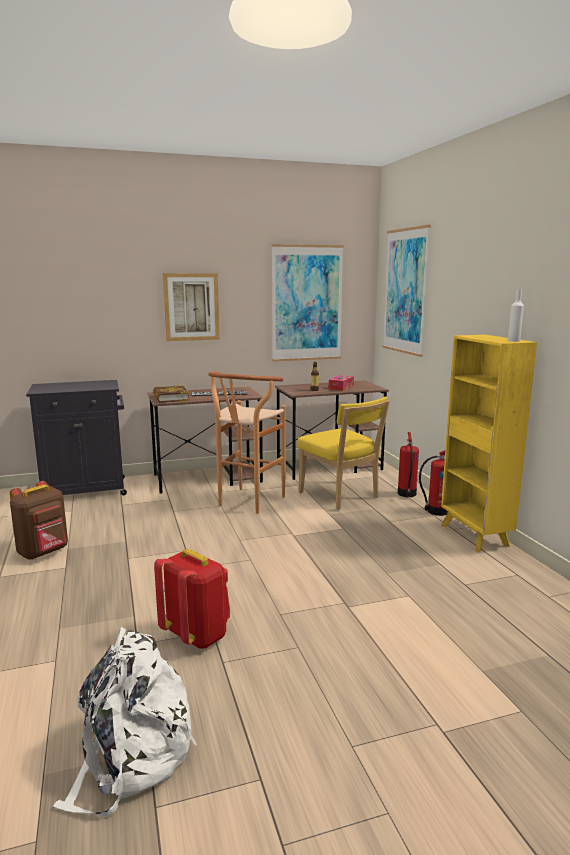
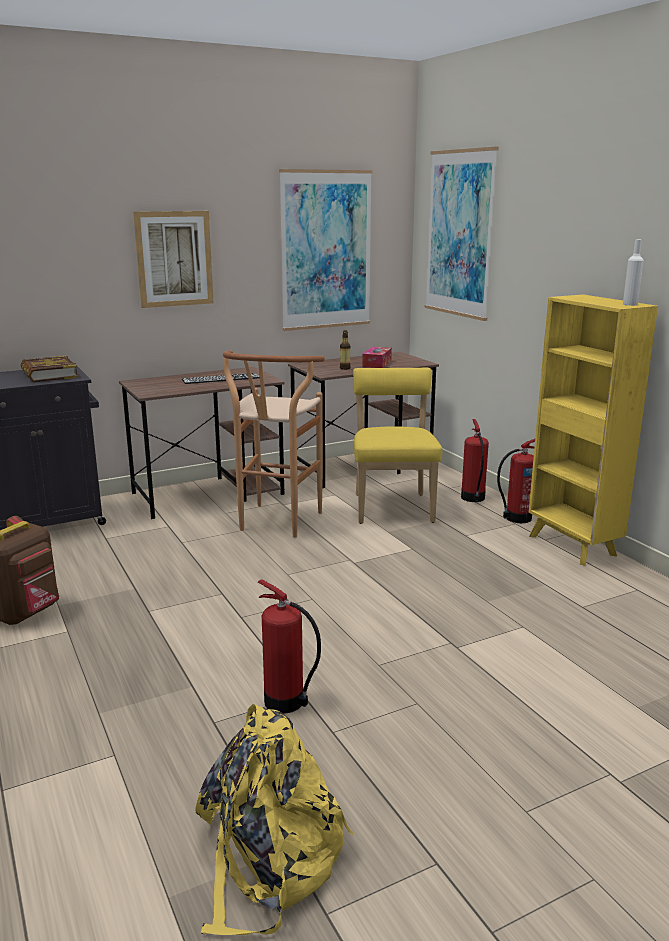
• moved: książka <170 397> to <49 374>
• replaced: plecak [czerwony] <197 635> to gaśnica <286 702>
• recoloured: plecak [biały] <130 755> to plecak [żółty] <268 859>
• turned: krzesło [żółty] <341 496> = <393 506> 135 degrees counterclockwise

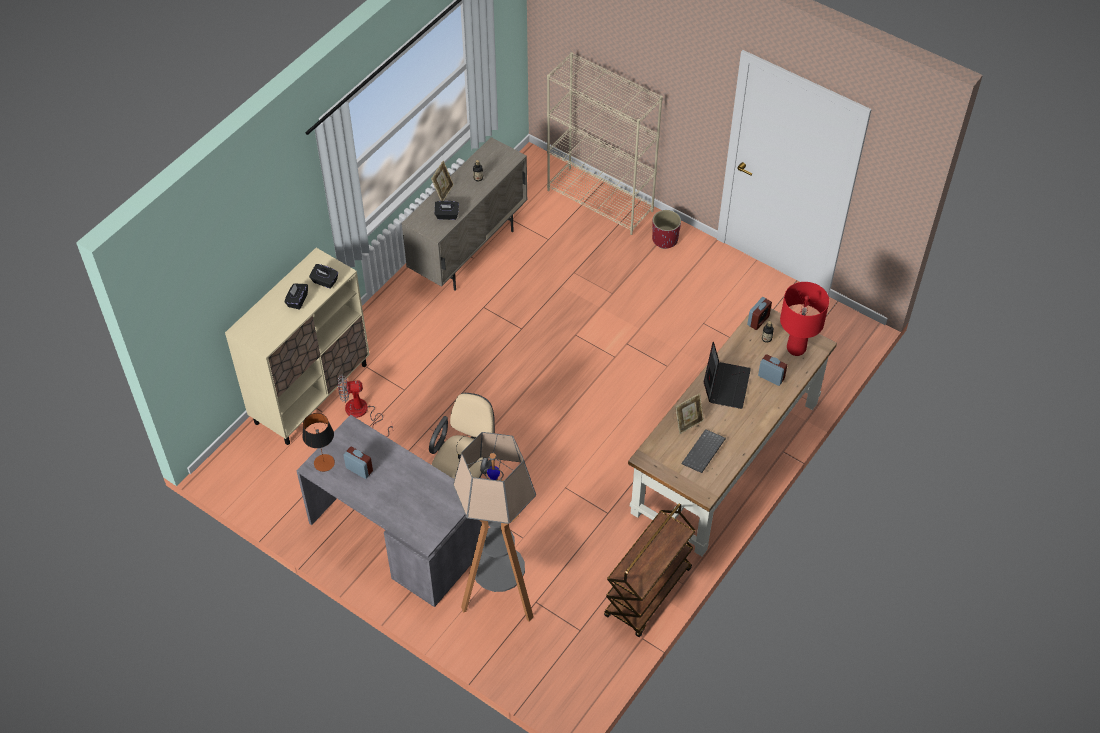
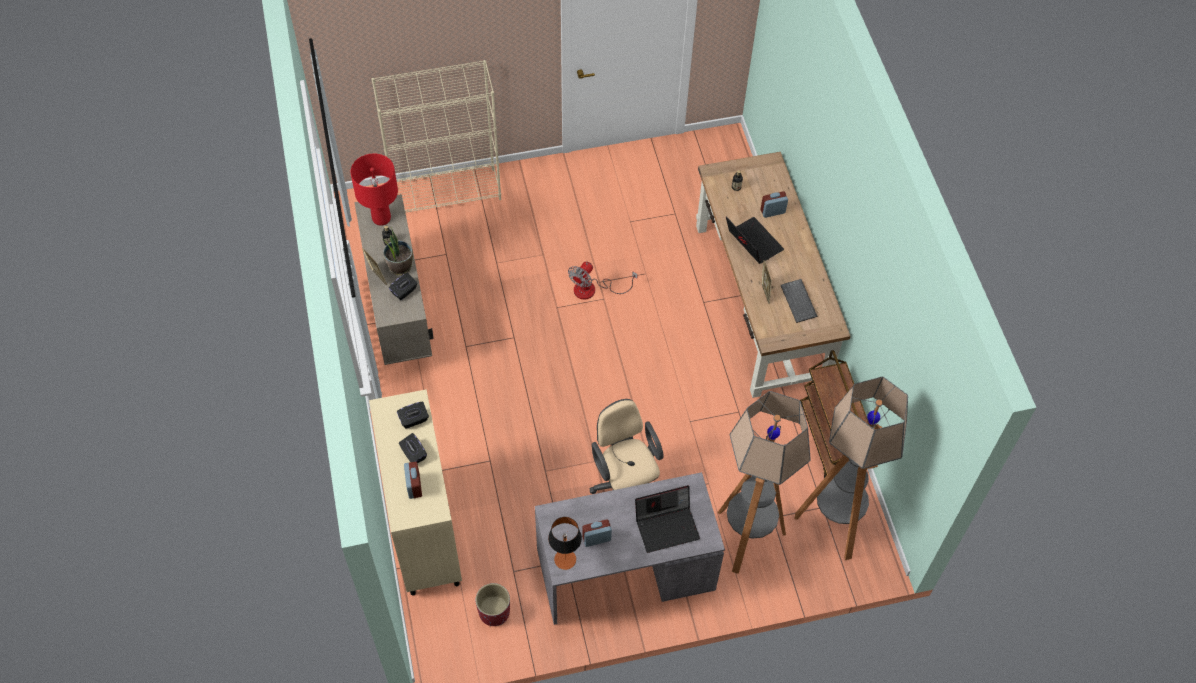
• added: roślina doniczkowa <400 266>
• added: laptop <667 526>
• added: lampa stojąca <833 524>
• moved: wentylator <362 413> to <593 289>
• moved: donica [czerwony] <664 239> to <494 612>
• moved: budzik <758 321> to <414 486>
• moved: lampa stołowa [czerwony] <795 348> to <381 218>

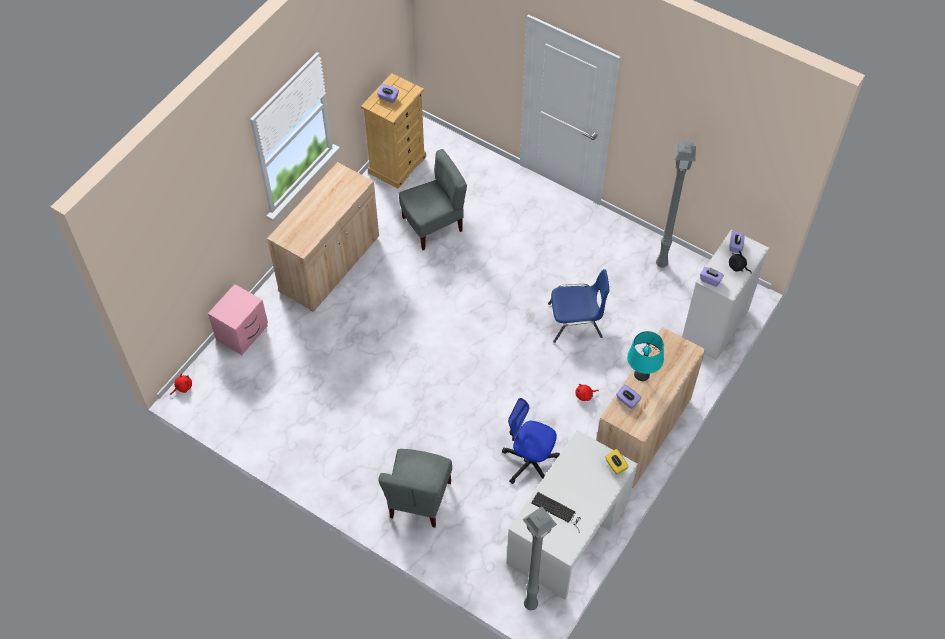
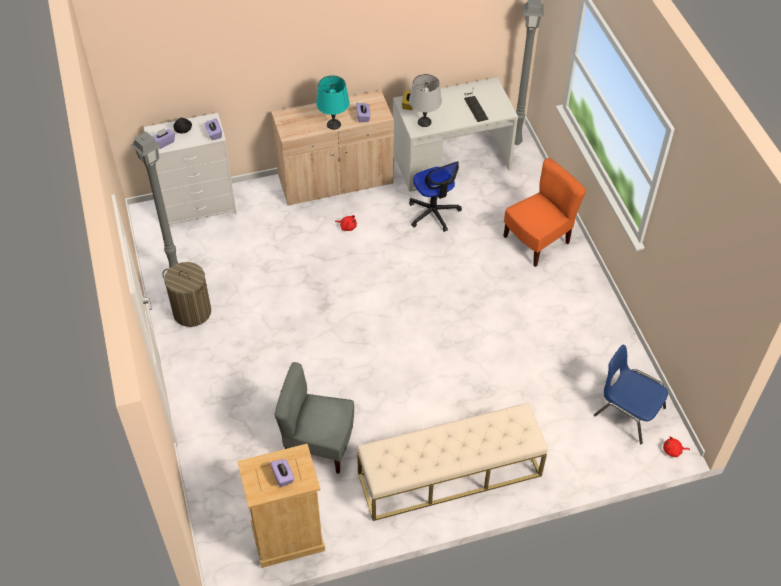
• removed: szafka nocna [różowy] <243 333>
• added: kosz na pranie <192 312>
• added: lampa stołowa [szary] <424 122>
• moved: krzesło [niebieski] <576 321> to <628 411>
• replaced: szafka [beżowy] <330 264> to ławka [beżowy] <449 474>
• recoloured: krzesło [szary] <419 500> to krzesło [pomarańczowy] <537 241>

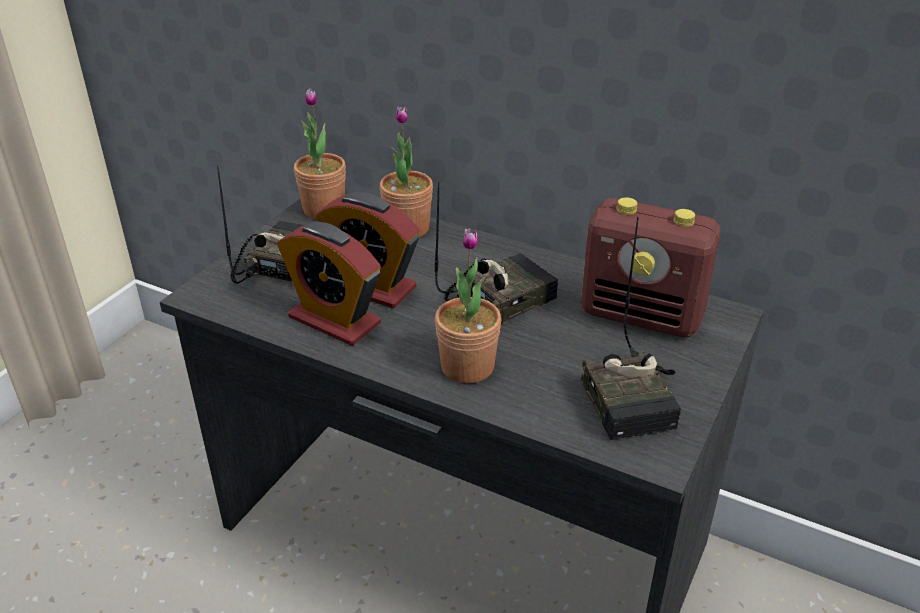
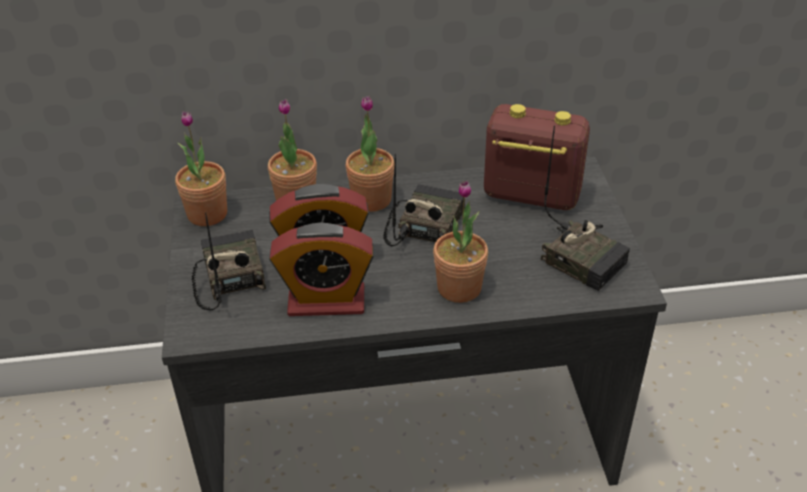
• added: roślina doniczkowa <371 200>
• turned: radio <642 316> = <530 195> 150 degrees counterclockwise

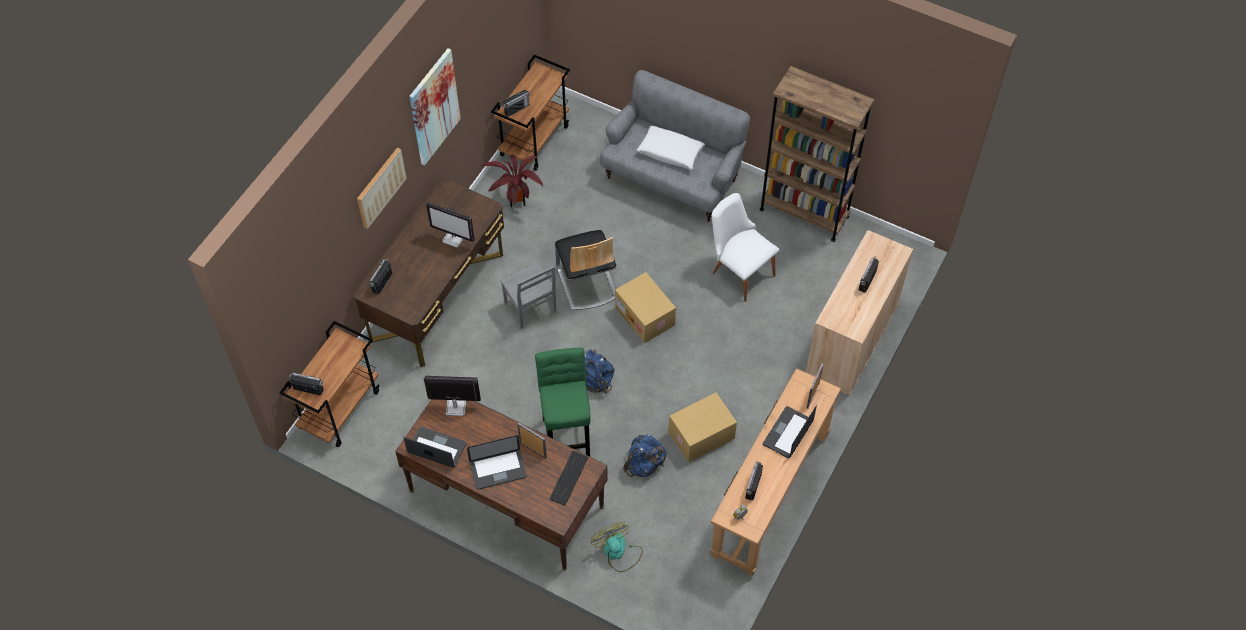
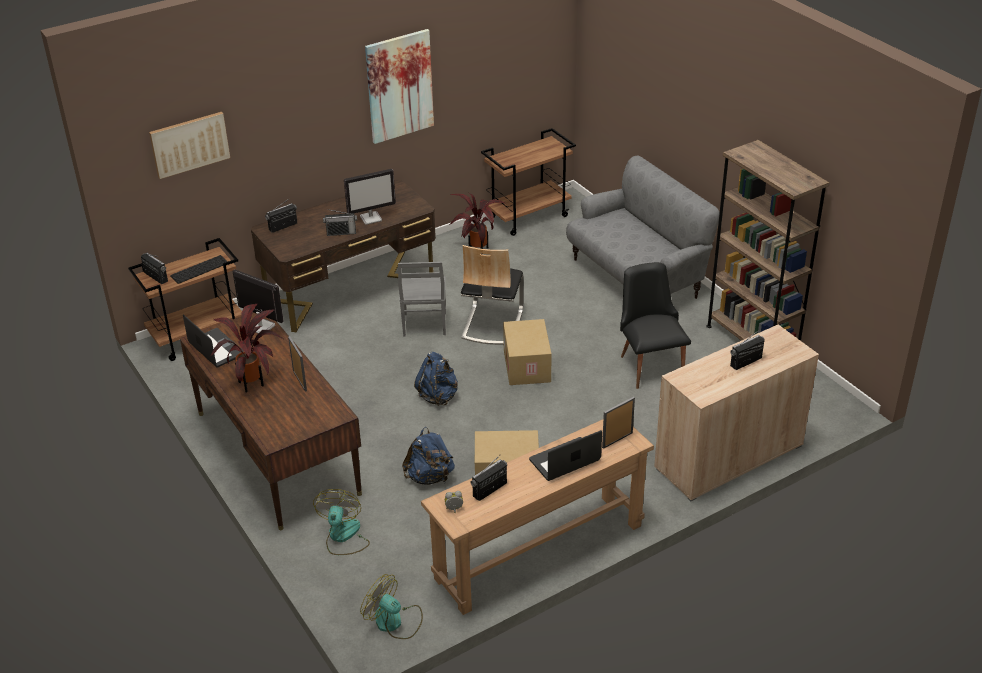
• removed: stołek [zielony] <567 436>
• removed: poduszka [biały] <670 152>
• added: wentylator <394 622>
• moved: obraz <380 187> to <189 144>
• moved: radio <516 109> to <341 233>
• moved: klawiatura <568 477> to <199 269>
• replaced: laptop <498 470> to roślina doniczkowa <254 384>
• recoloured: krzesło [biały] <739 270> to krzesło [czarny] <649 363>
• turned: monitor <454 238> = <371 218> 75 degrees counterclockwise

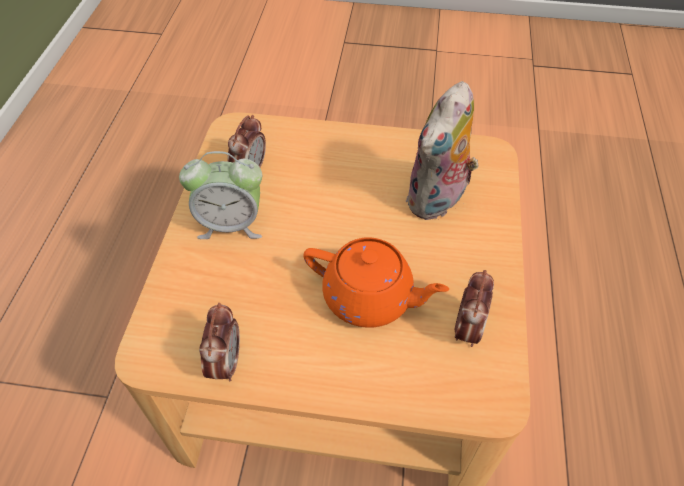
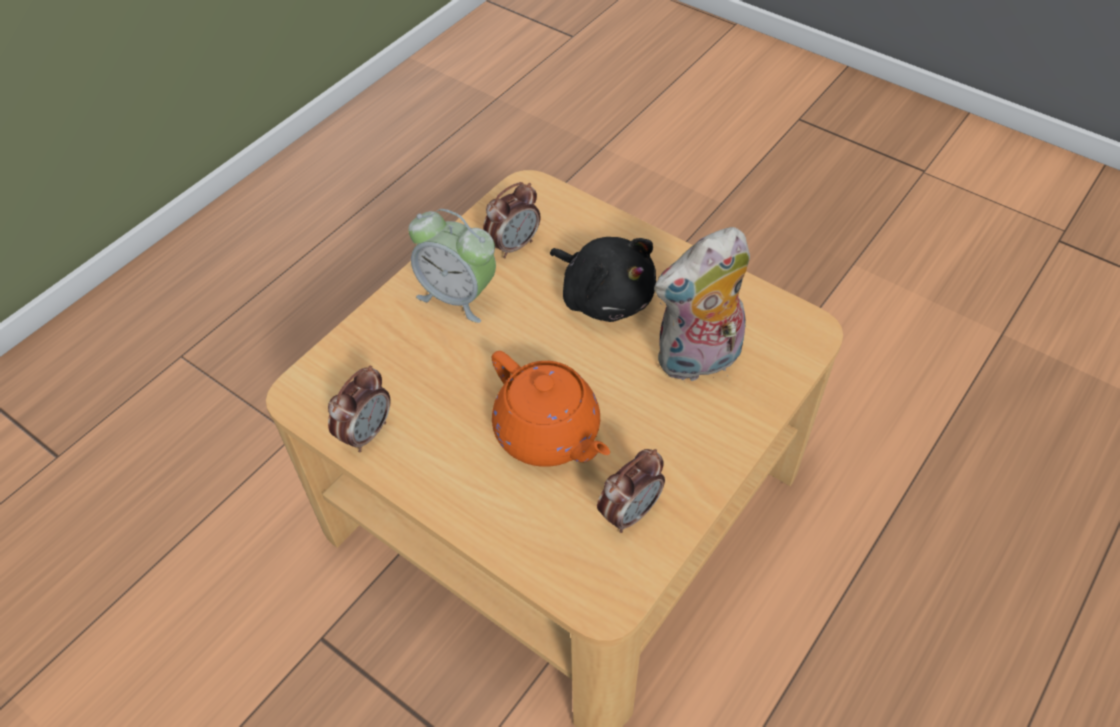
• added: pluszak [czarny] <605 296>

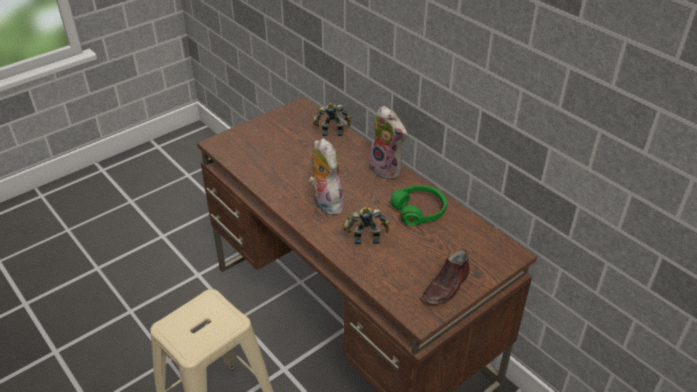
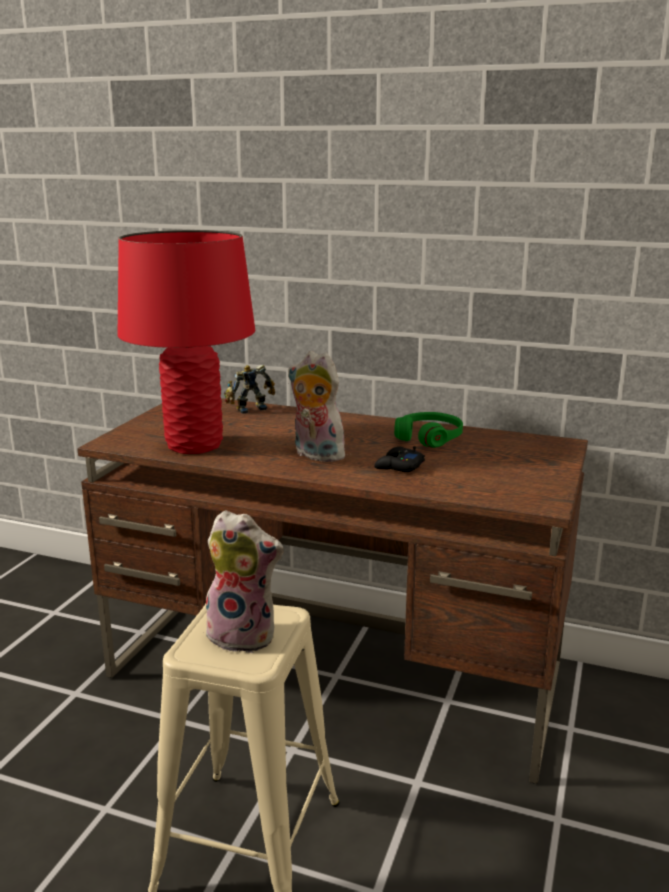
• removed: but [brązowy] <447 286>
• added: lampa stołowa [czerwony] <194 445>
• moved: pluszak <387 169> to <245 635>
• replaced: robot zabawkowy <366 237> to pad do gier [czarny] <398 466>

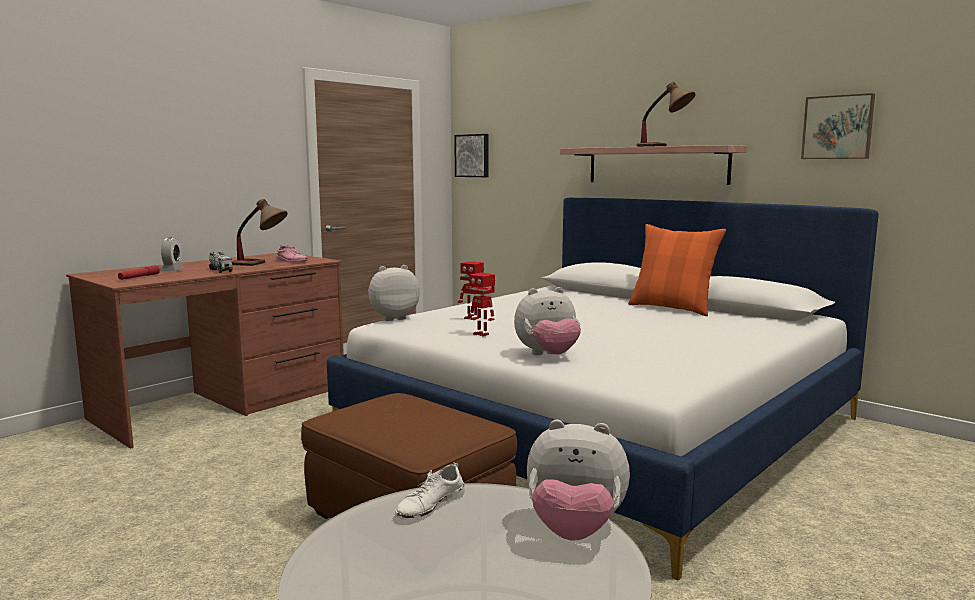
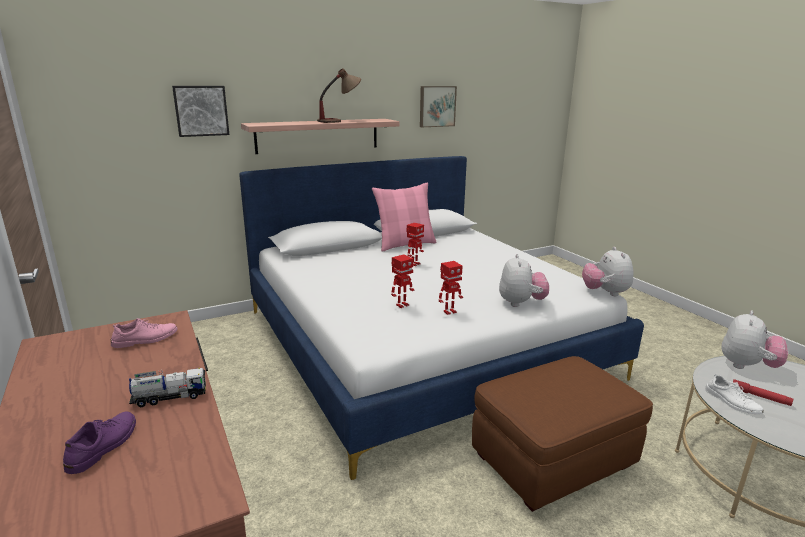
• removed: lampa stołowa <262 264>
• added: robot zabawkowy <414 264>
• moved: latarka [czerwony] <139 277> to <760 397>
• moved: pluszak <392 318> to <605 293>
• moved: obraz <473 155> to <201 111>
• replaced: budzik <173 270> to but [fioletowy] <103 446>
• recoloured: poduszka [pomarańczowy] <672 308> to poduszka [różowy] <405 244>

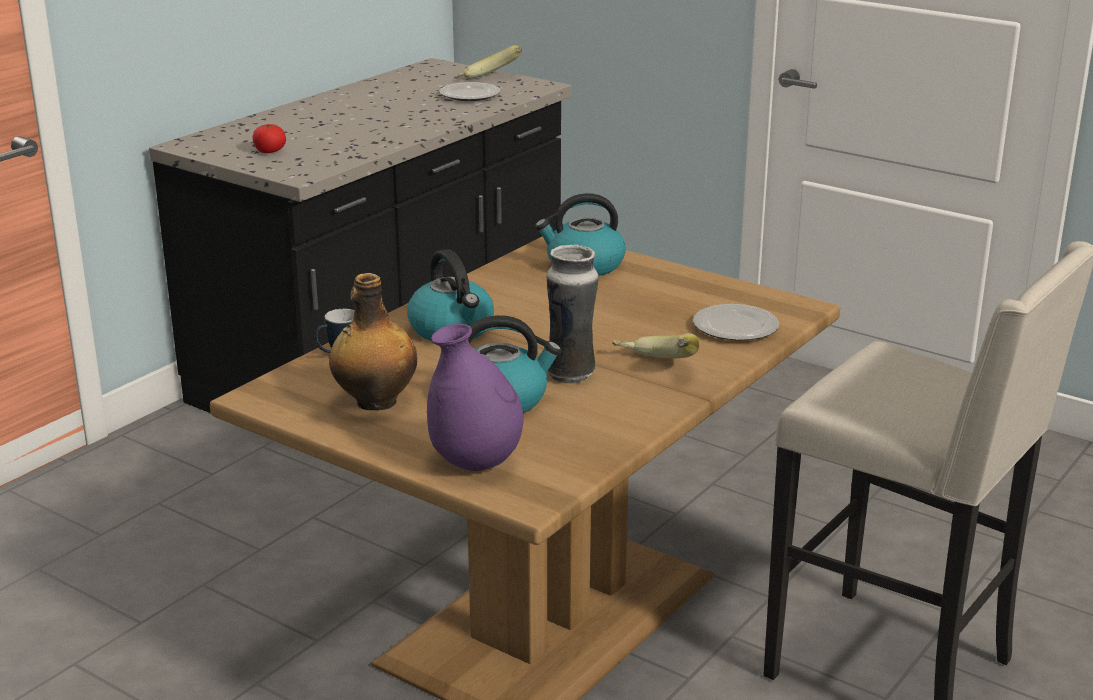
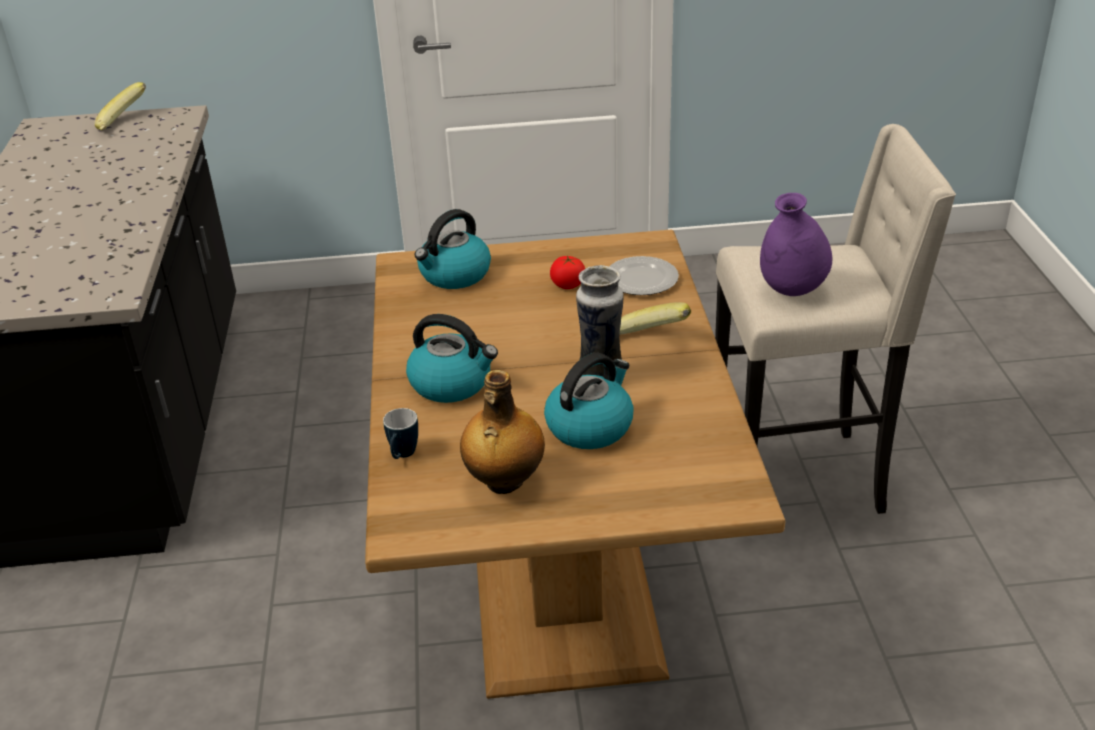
• removed: talerz <469 95>
• moved: pomidor <270 151> to <568 284>
• moved: wazon [fioletowy] <475 463> to <792 290>

